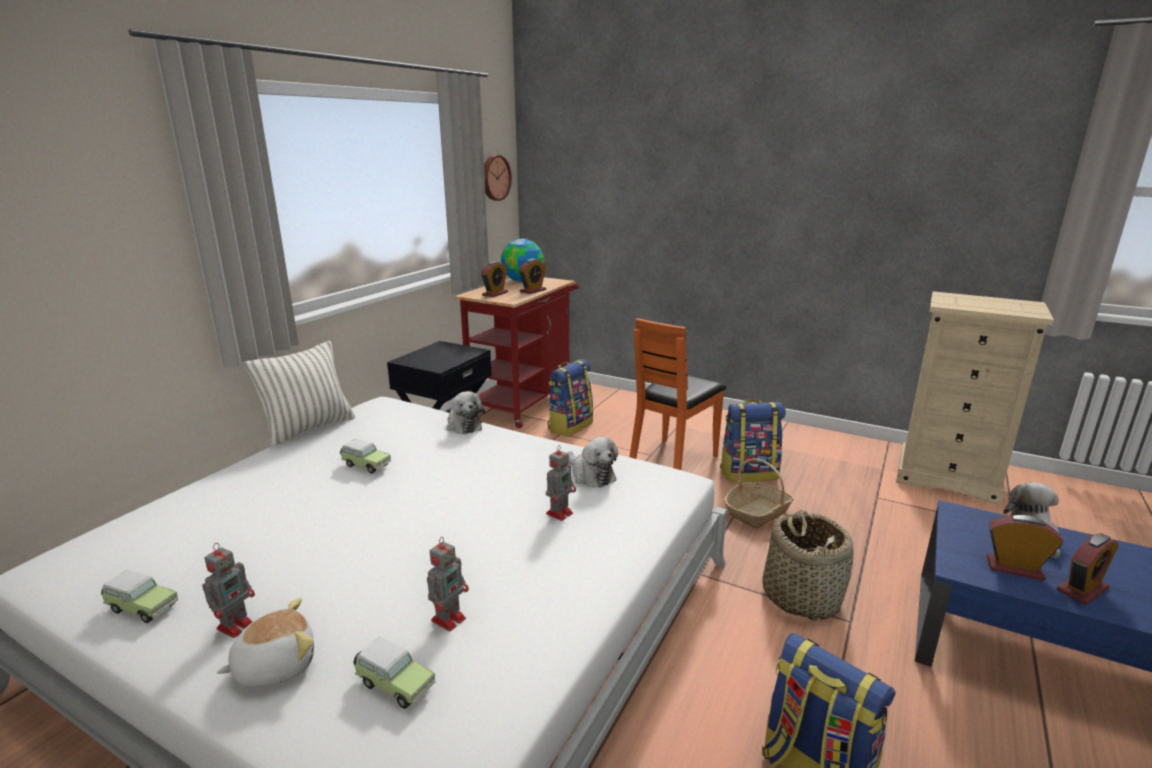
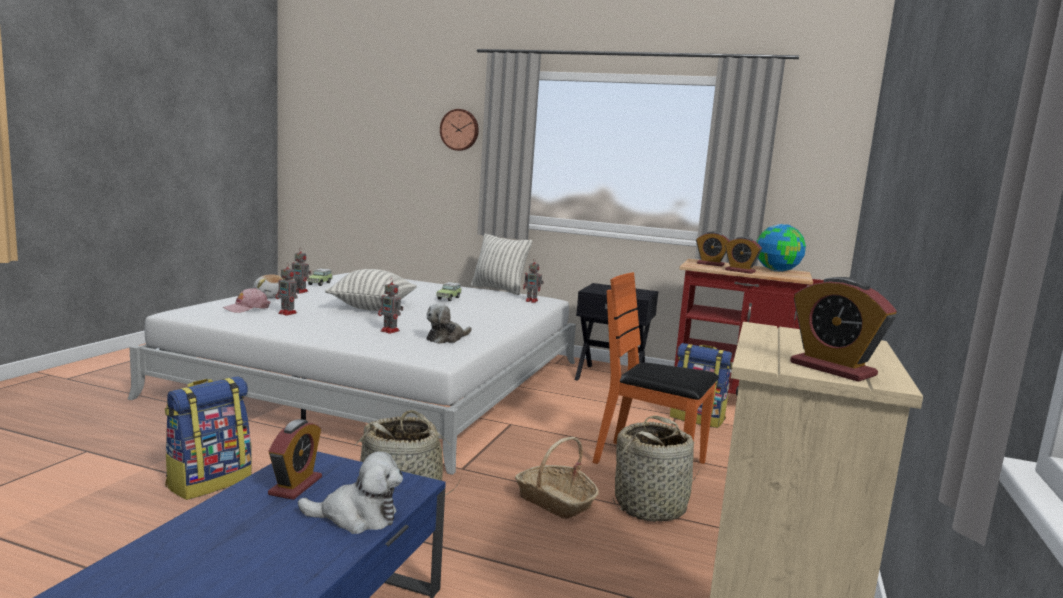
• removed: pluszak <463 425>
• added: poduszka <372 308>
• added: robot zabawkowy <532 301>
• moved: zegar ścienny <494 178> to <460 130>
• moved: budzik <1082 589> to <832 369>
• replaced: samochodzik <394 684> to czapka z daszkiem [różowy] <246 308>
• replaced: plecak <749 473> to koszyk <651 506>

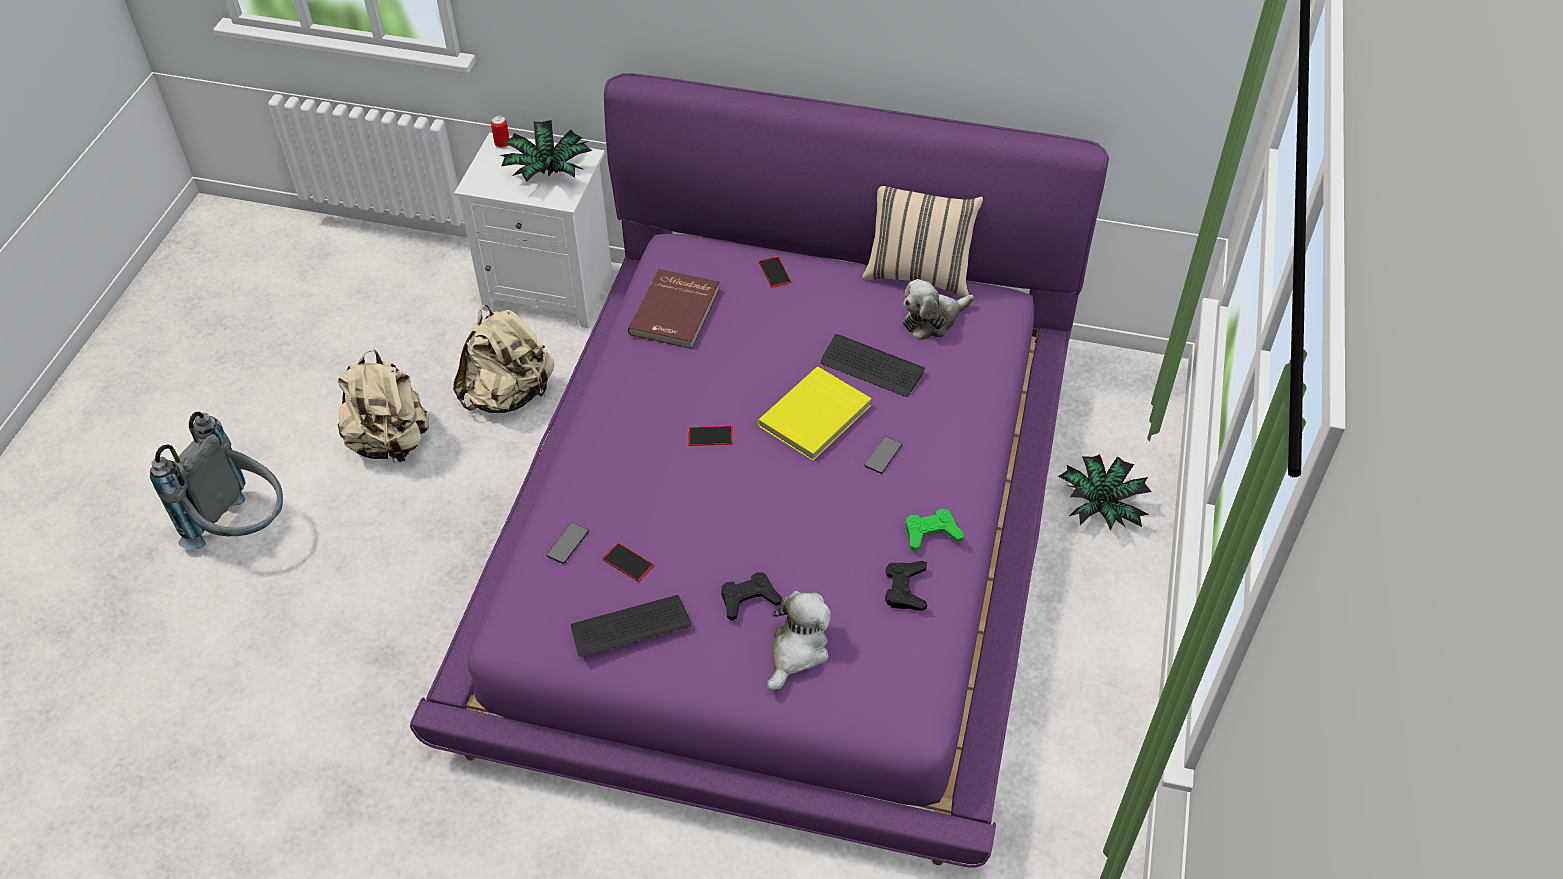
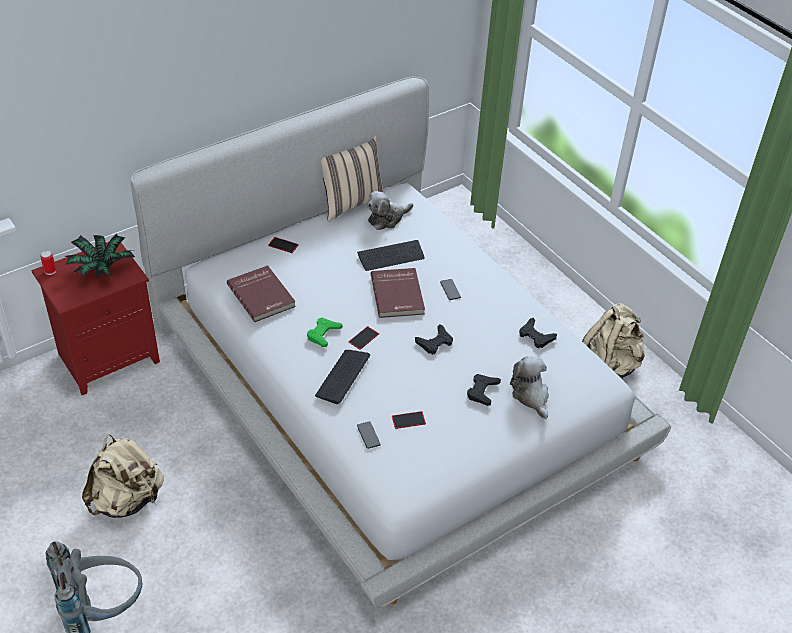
• removed: roślina doniczkowa <1100 506>
• added: pad do gier [czarny] <435 342>
• moved: plecak [beżowy] <508 395> to <611 364>
• moved: klawiatura <630 627> to <342 377>
• moved: pad do gier [zielony] <931 533> to <323 334>
• recoloured: łóżko [fioletowy] <781 529> to łóżko [biały] <392 381>
• recoloured: szafka nocna [biały] <552 289> to szafka nocna [czerwony] <109 357>
• recoloured: książka [żółty] <816 417> to książka [czerwony] <398 295>
• turned: pluszak <933 320> = <387 218> 45 degrees clockwise

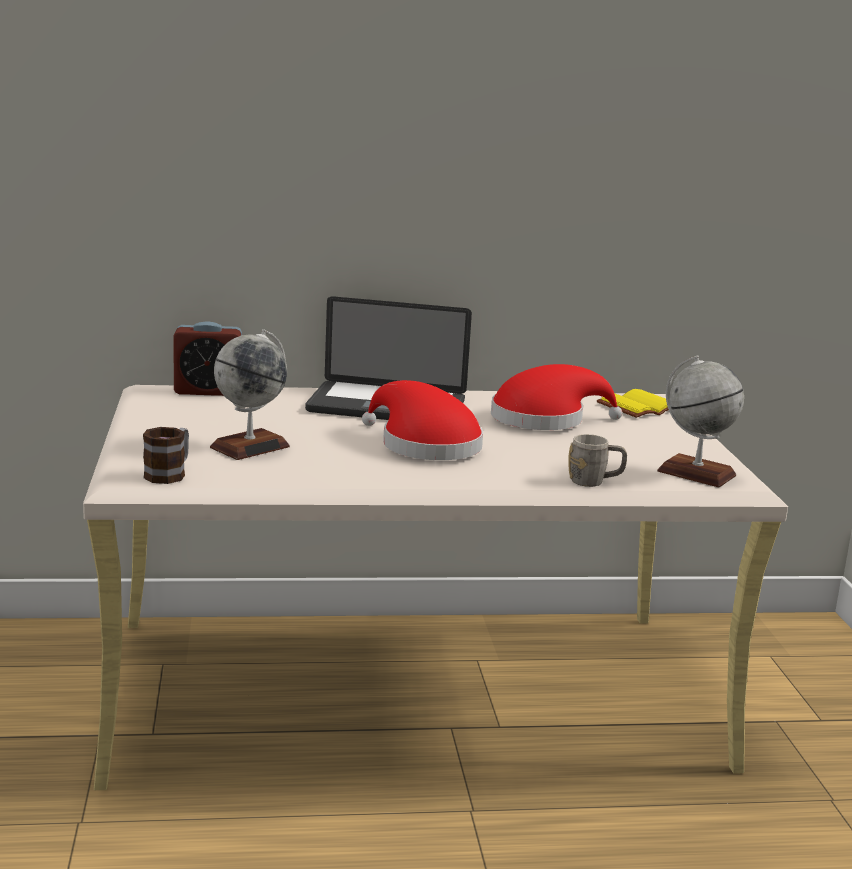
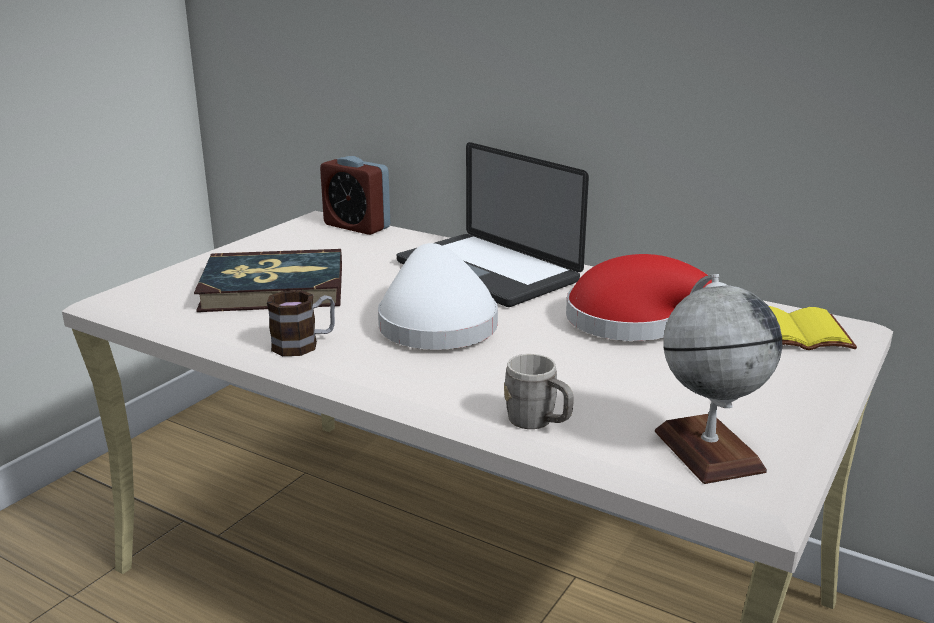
• moved: kubek <169 473> to <304 344>
• replaced: globus <250 447> to książka <273 287>
• recoloured: kapelusz [czerwony] <424 445> to kapelusz [biały] <436 323>

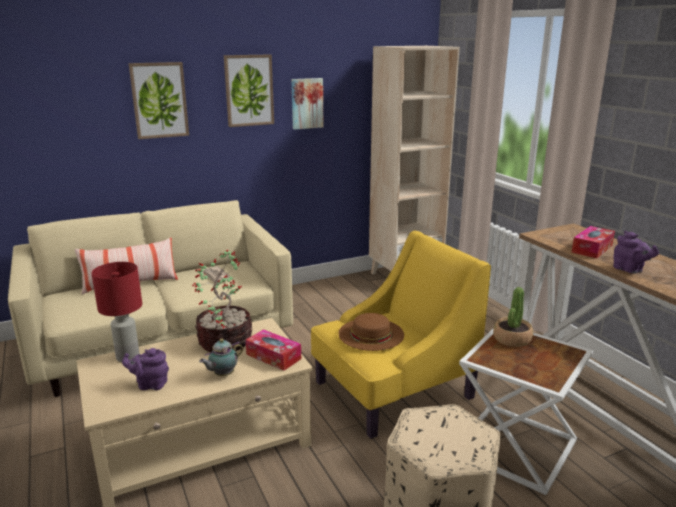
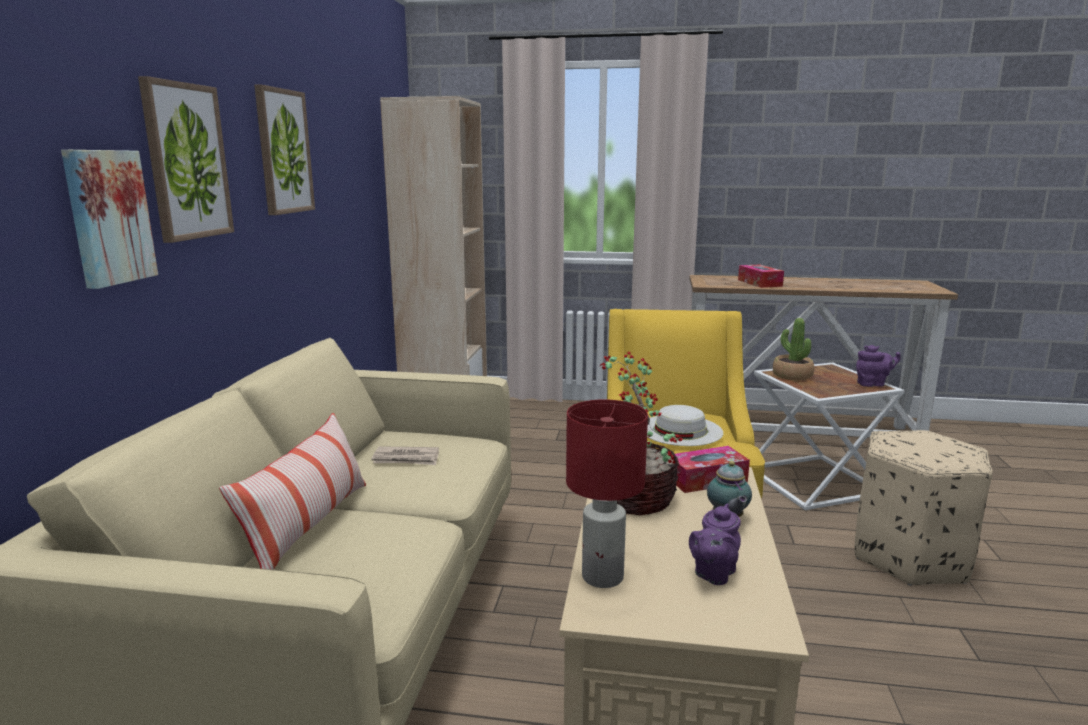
• moved: obraz <306 103> to <107 217>
• moved: imbryk [fioletowy] <629 270> to <873 384>
• recoloured: kapelusz [brązowy] <371 334> to kapelusz [biały] <680 430>

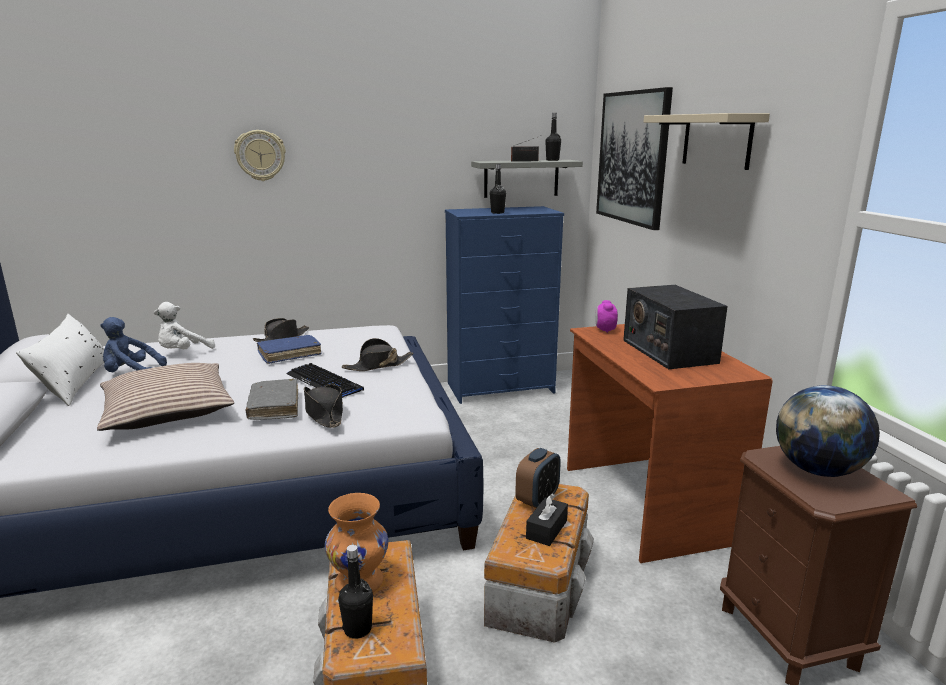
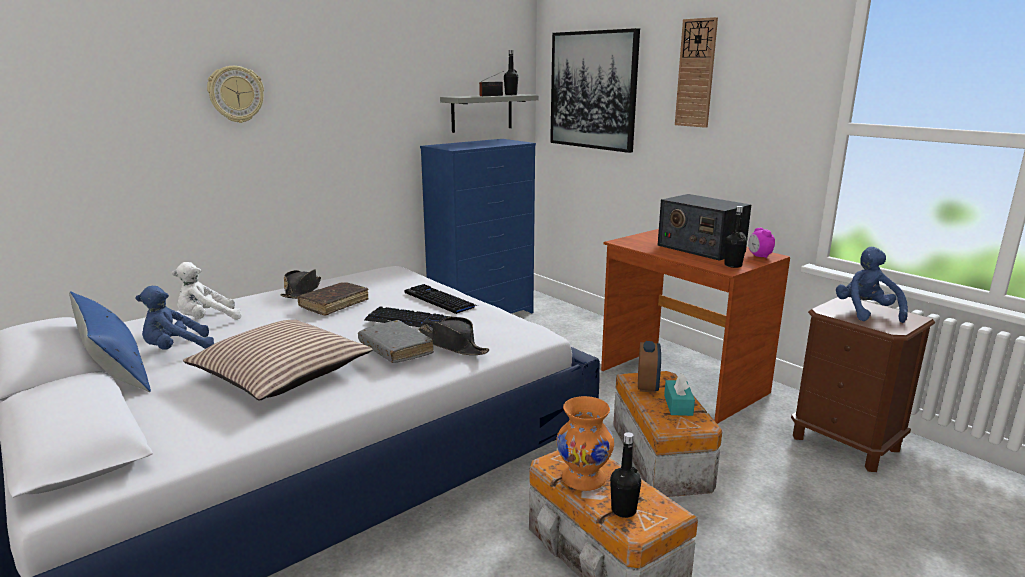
• moved: butelka [czarny] <497 212> to <733 265>
• moved: budzik <605 330> to <759 256>
• replaced: kapelusz [czarny] <378 365> to klawiatura <440 300>
• replaced: półka [beżowy] <716 140> to zegar ścienny <696 73>
• replaced: globus <818 470> to pluszak [niebieski] <866 312>
• recoloured: poduszka [biały] <74 382> to poduszka [niebieski] <114 369>
• recoloured: książka [niebieski] <289 354> to książka [brązowy] <334 304>
• recoloured: pudełko chusteczek [czarny] <546 529> to pudełko chusteczek [turkusowy] <678 405>
• turned: pluszak [biały] <183 352> = <207 320> 45 degrees clockwise

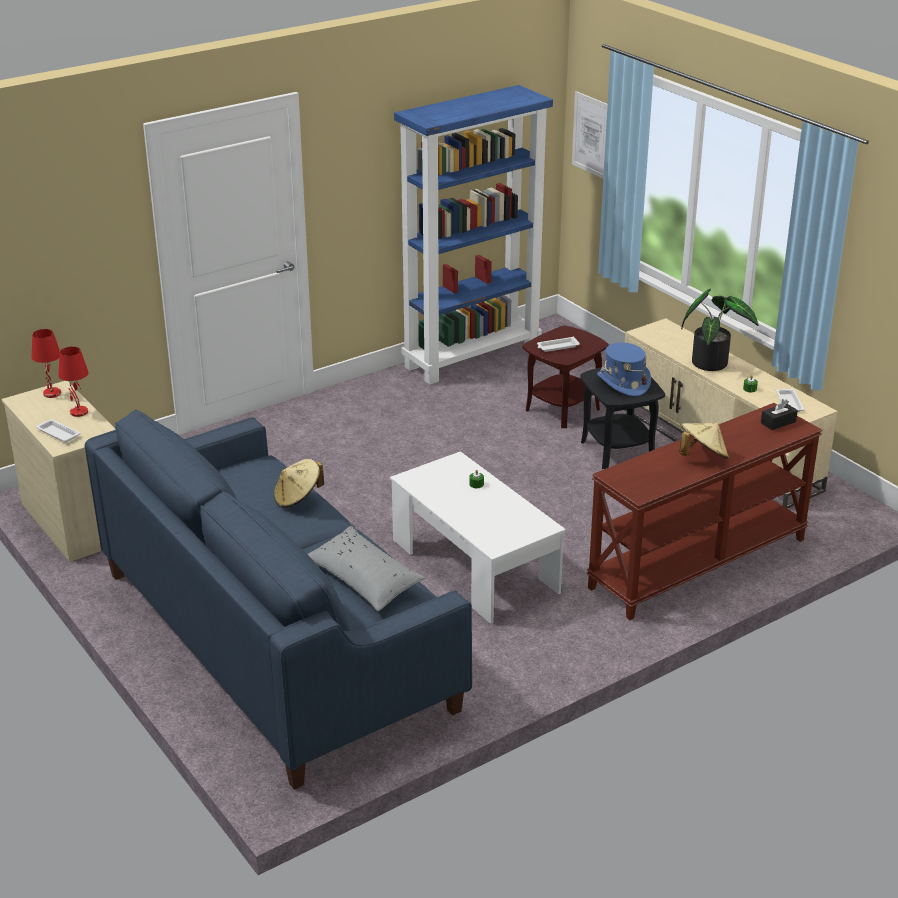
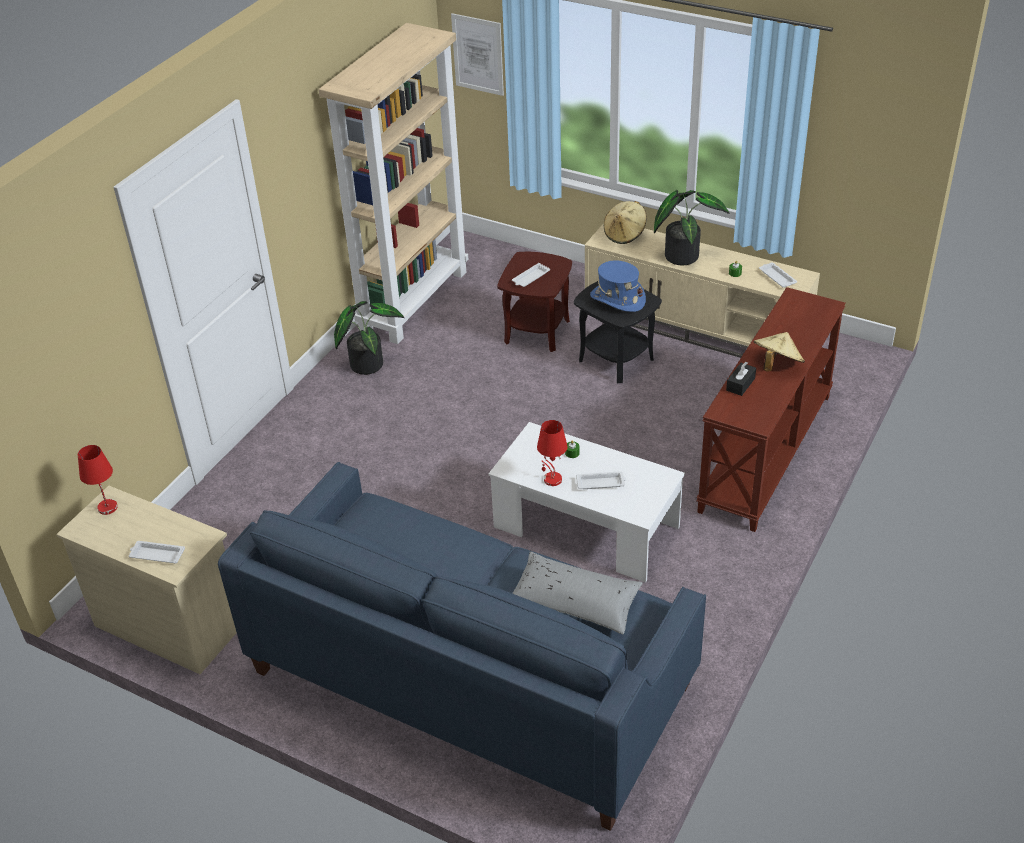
• added: roślina doniczkowa <368 362>
• added: taca [biały] <601 483>
• moved: lampa stołowa [czerwony] <78 412> to <552 480>
• moved: kapelusz [beżowy] <298 498> to <625 234>
• moved: pudełko chusteczek [czarny] <778 422> to <740 384>
• recoloured: regał [niebieski] <472 357> to regał [beżowy] <413 300>

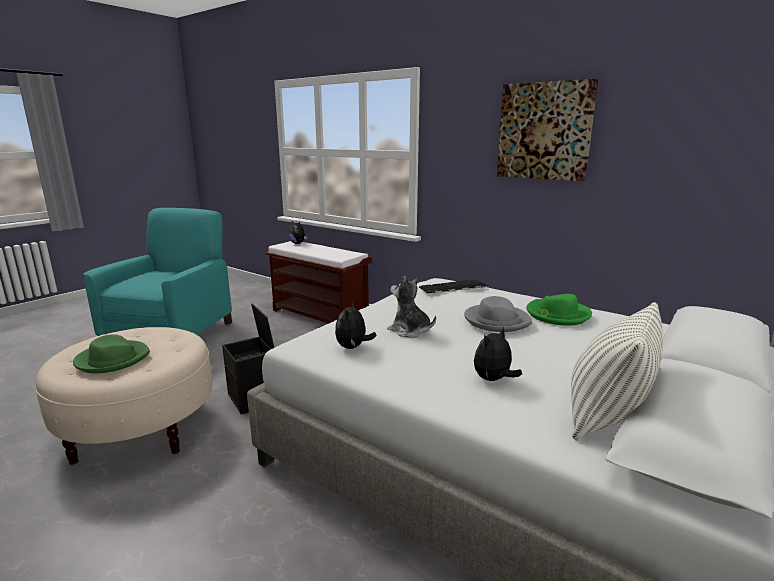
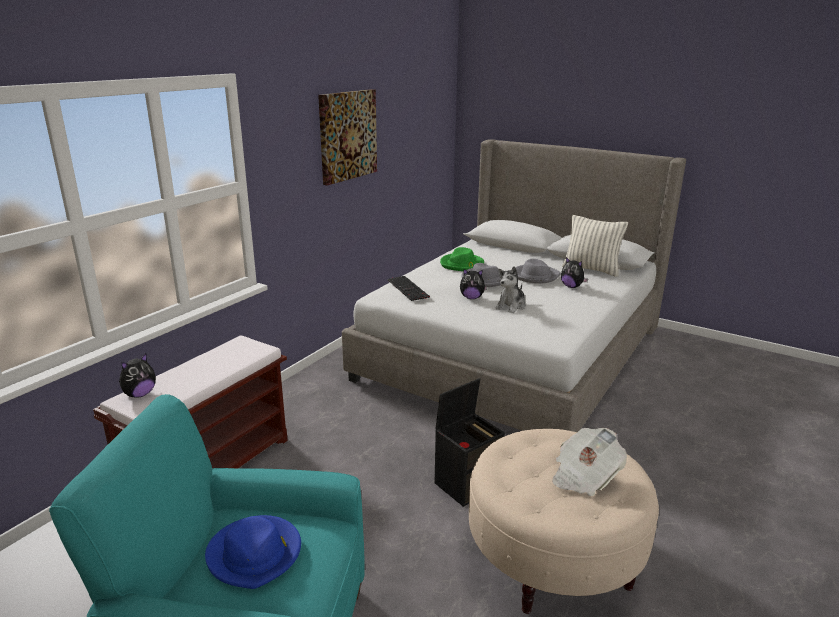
• added: kapelusz [niebieski] <255 554>
• added: kapelusz [szary] <535 276>
• moved: pluszak <353 347> to <471 298>
• replaced: kapelusz [zielony] <112 359> to gazeta <584 476>

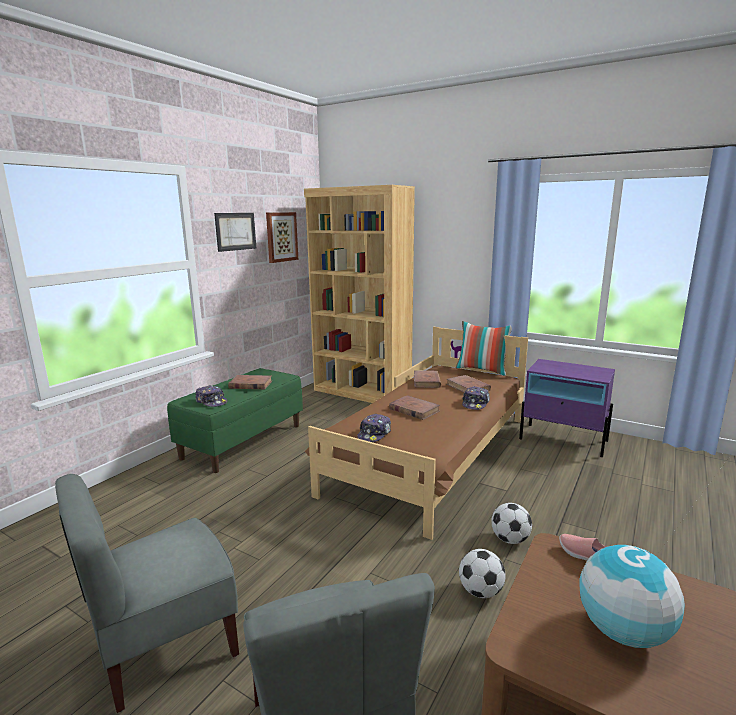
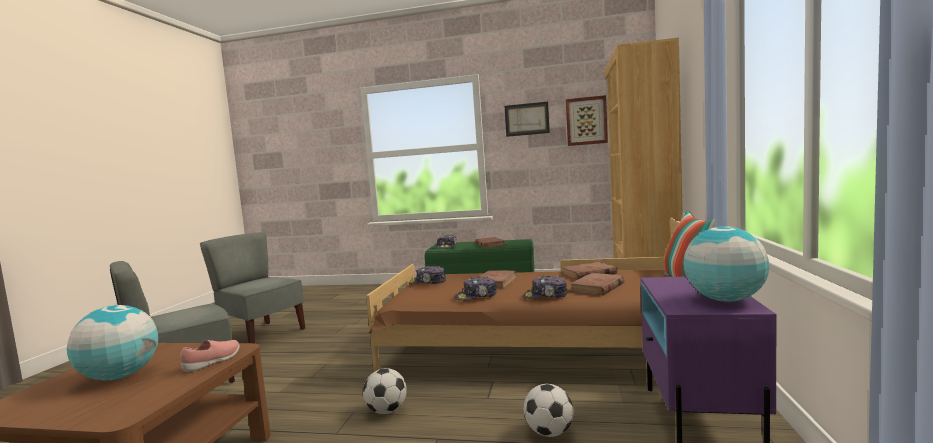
• added: czapka z daszkiem <476 296>
• added: globus <725 300>
• moved: piłka futbolowa <480 591> to <549 432>

